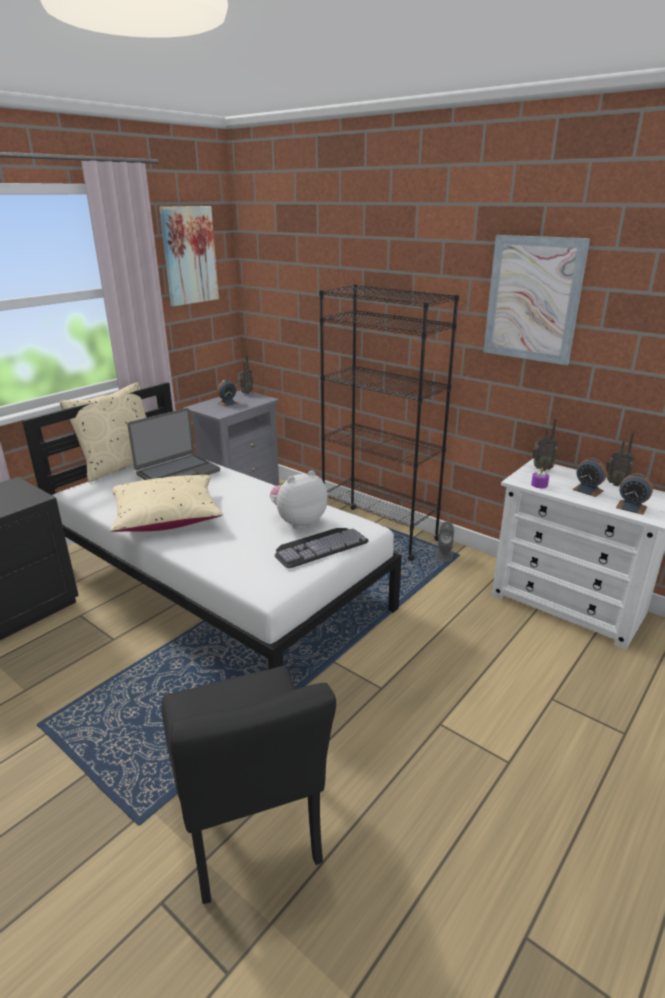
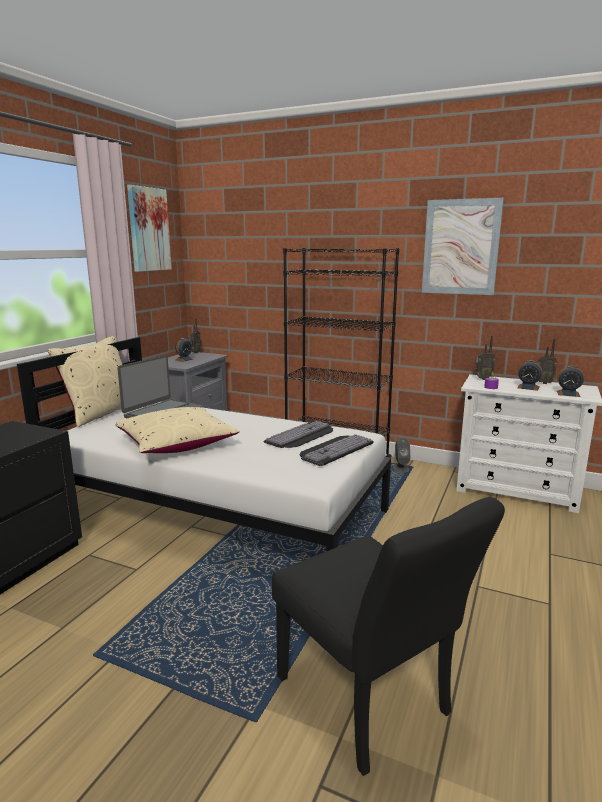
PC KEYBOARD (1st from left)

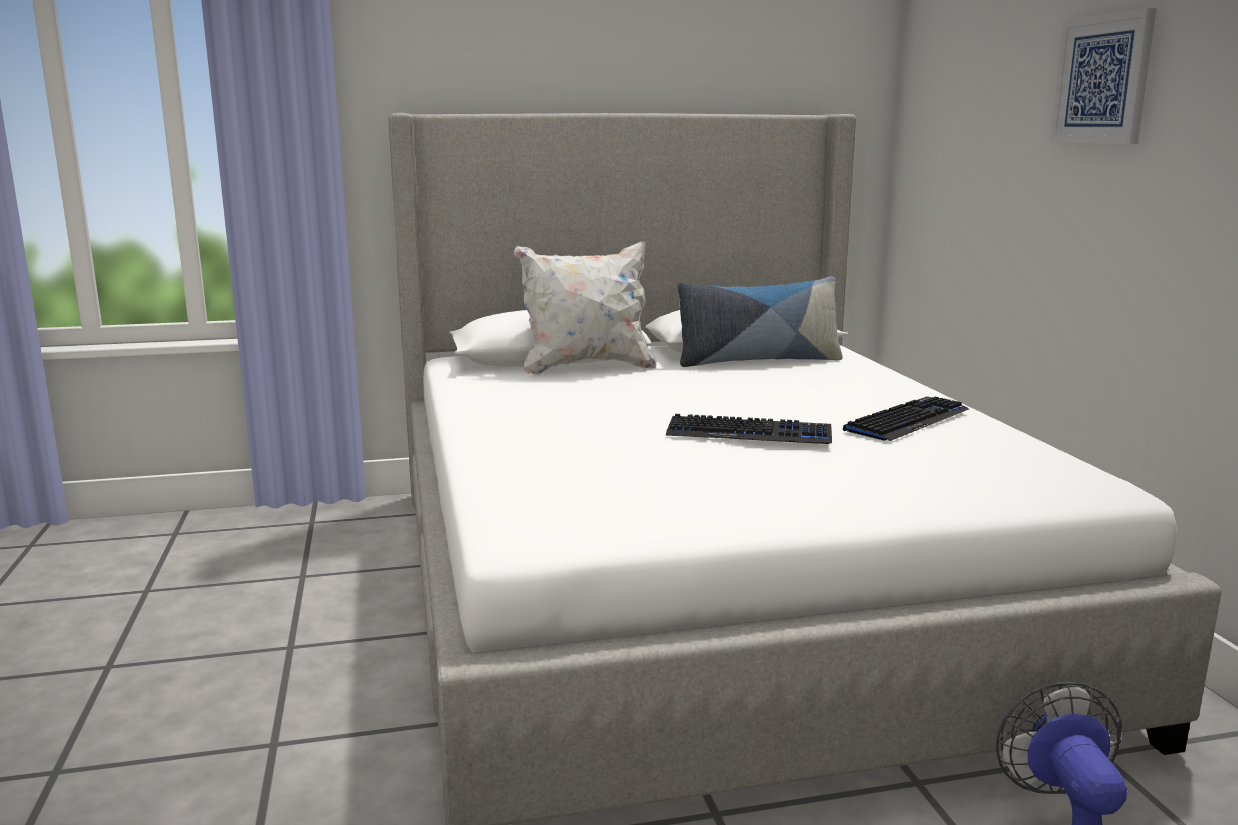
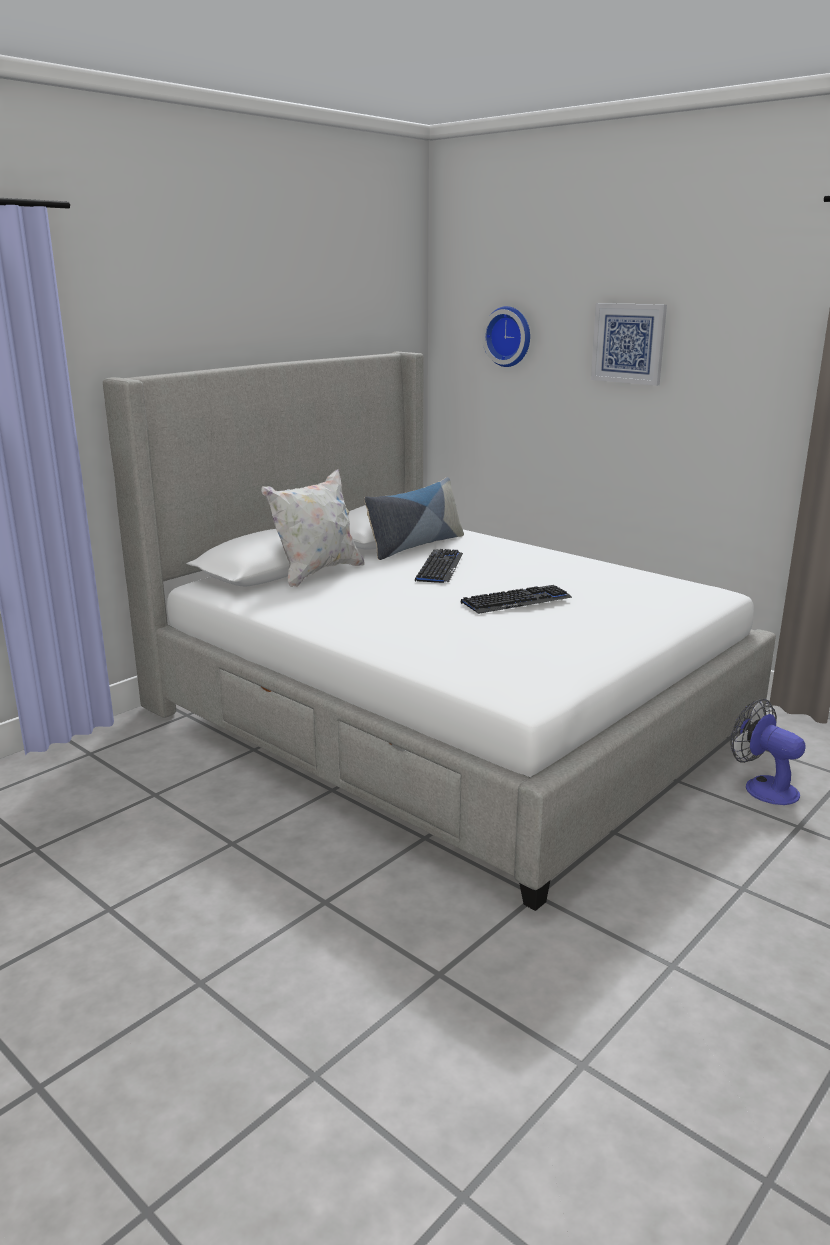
PC KEYBOARD (1st from left)
WALL CLOCK

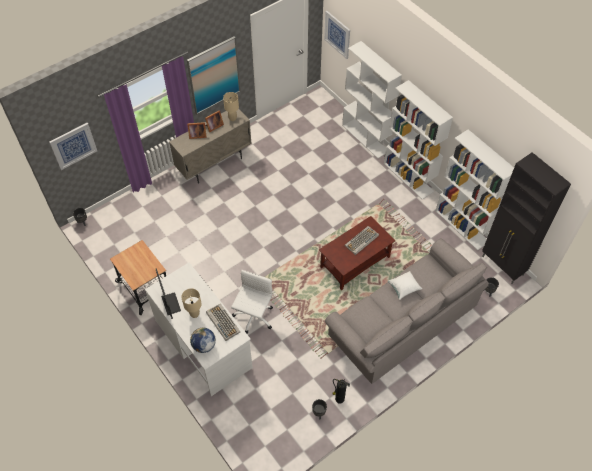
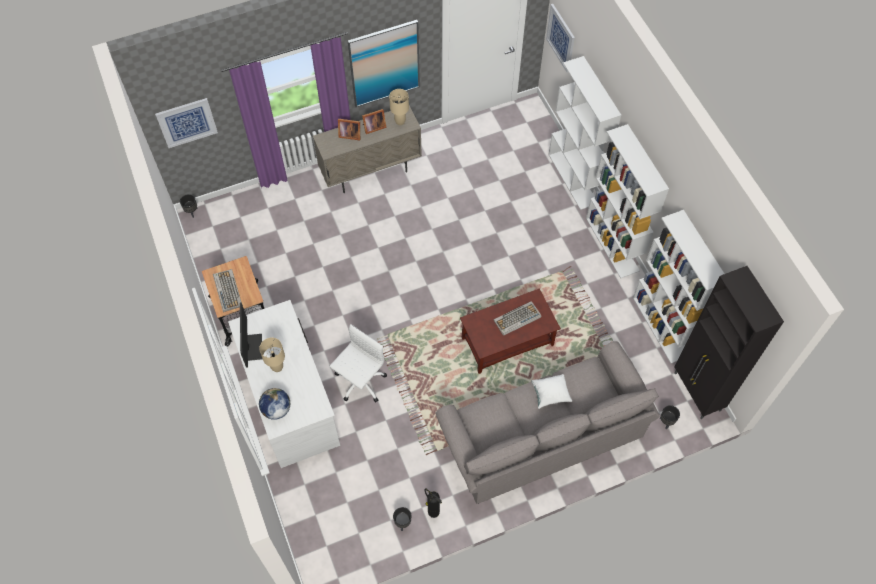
PC KEYBOARD (1st from left)

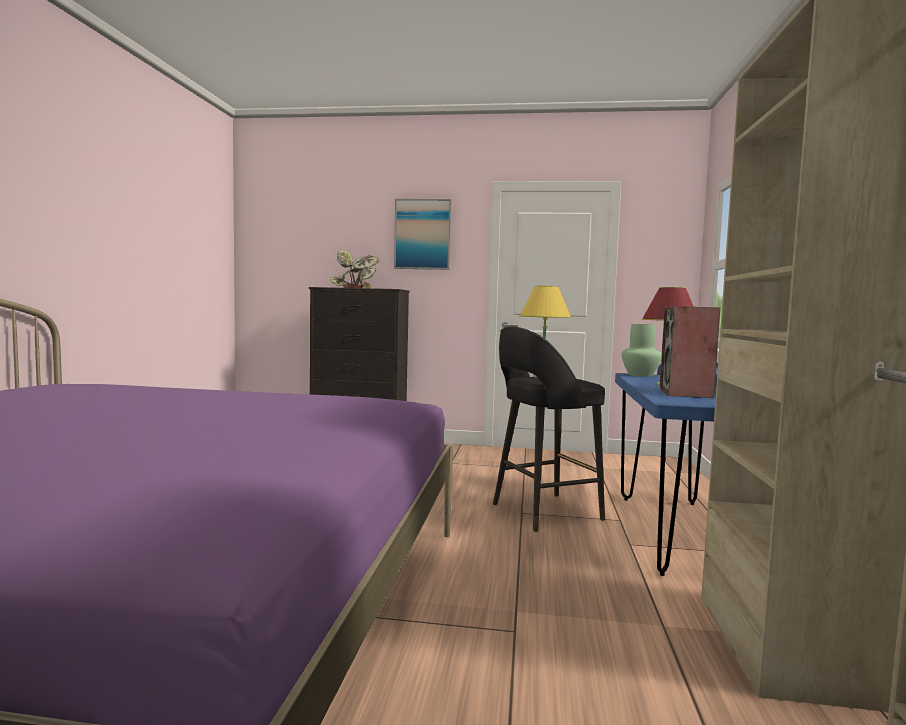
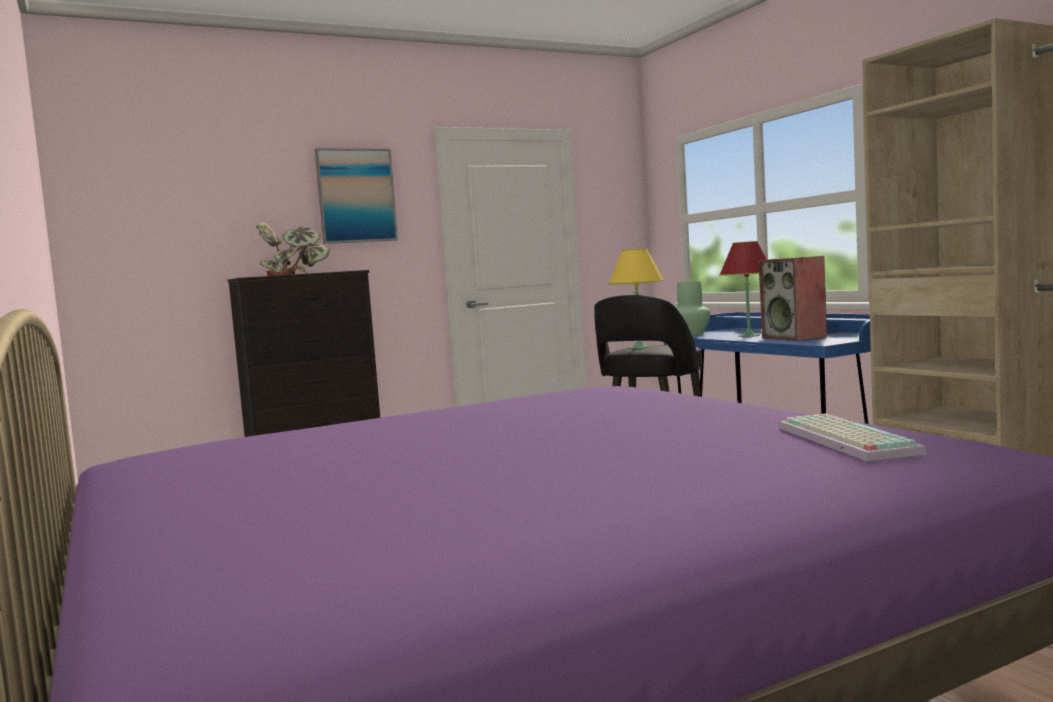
PC KEYBOARD

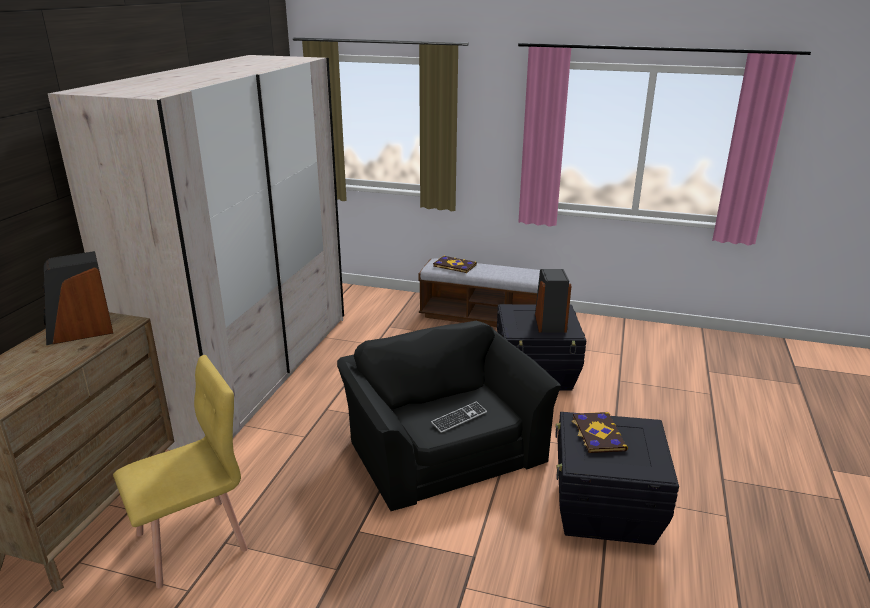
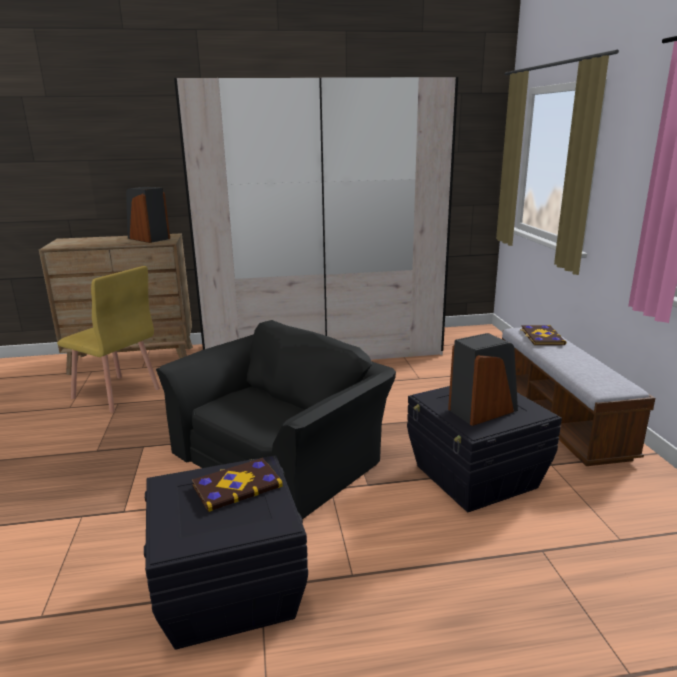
PC KEYBOARD

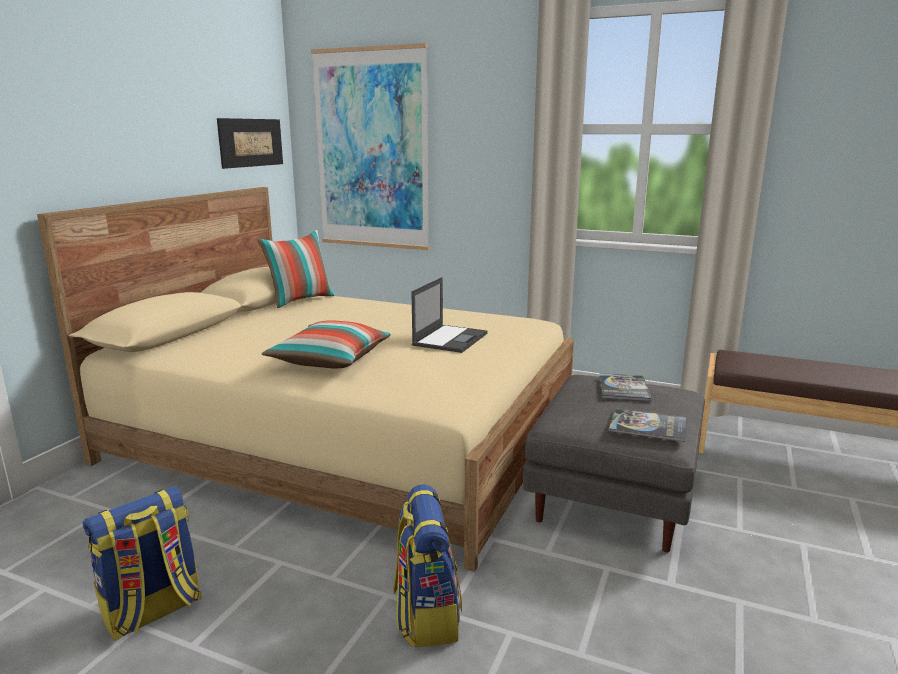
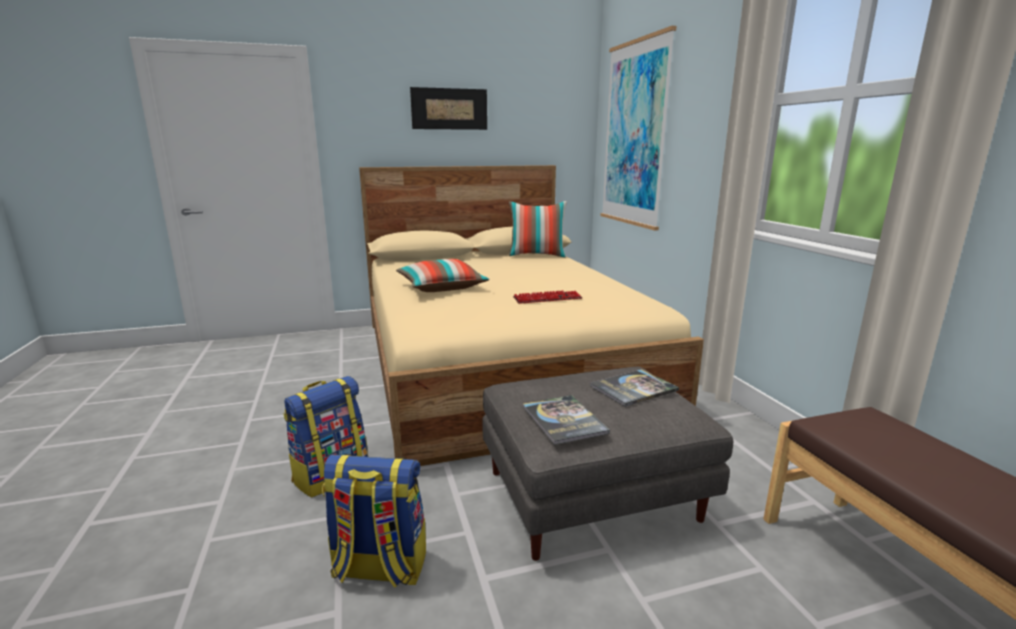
BACKPACK (2nd from left)
WALL PICTURE (1st from left)
PC KEYBOARD

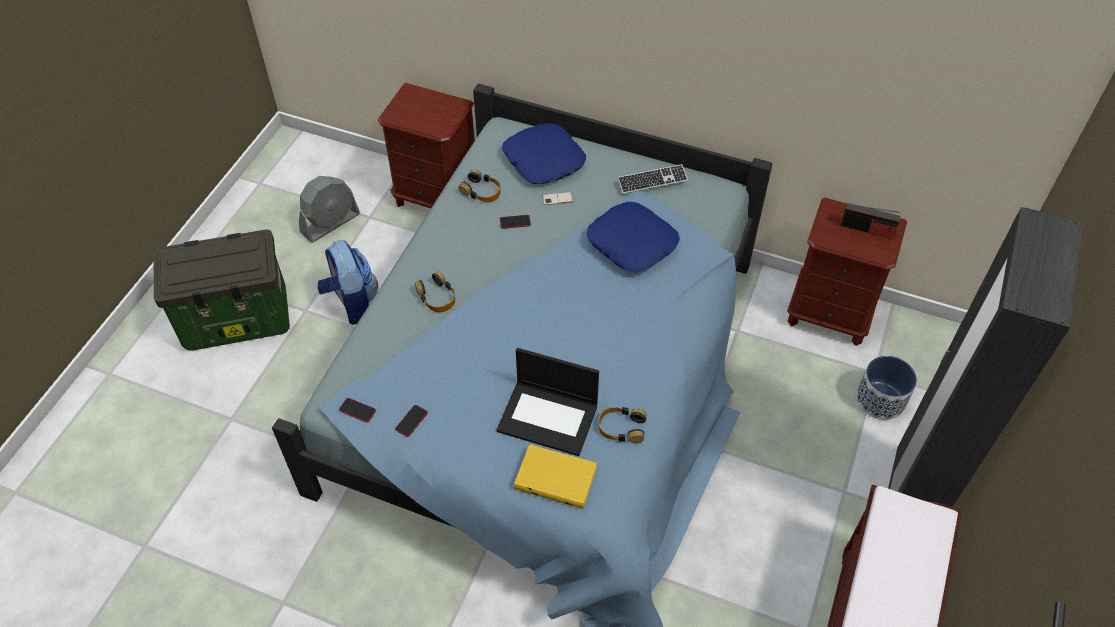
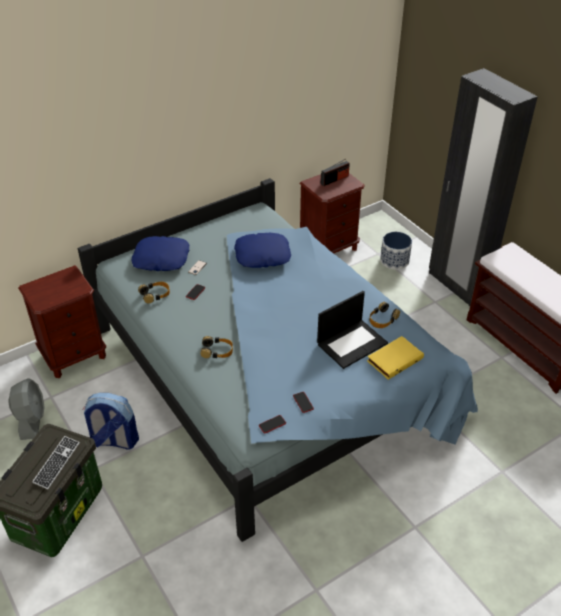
PC KEYBOARD

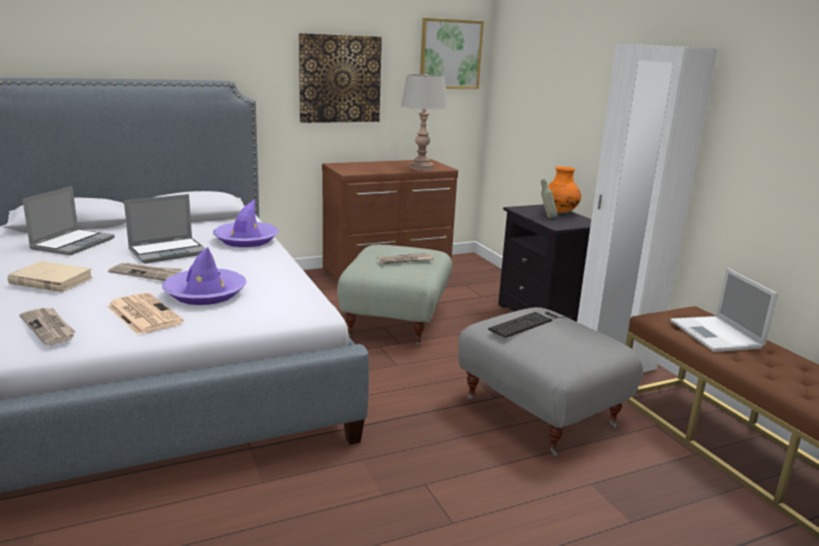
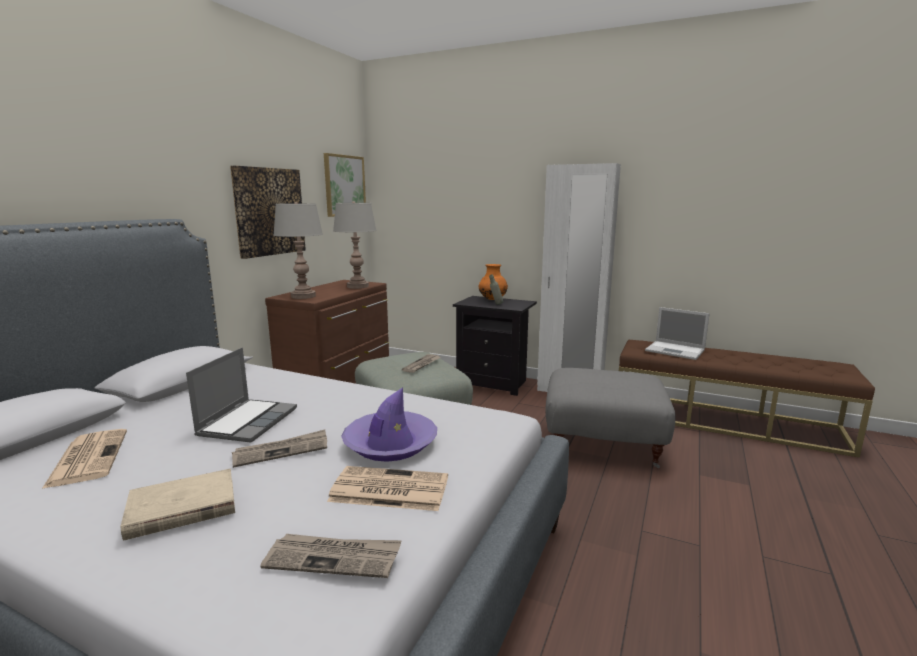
DAILY PAPER (1st from left)
PURPLE WEARABLE HAT (2nd from left in the first image)
PC KEYBOARD
GRAY TABLETOP LAMP (1st from left)

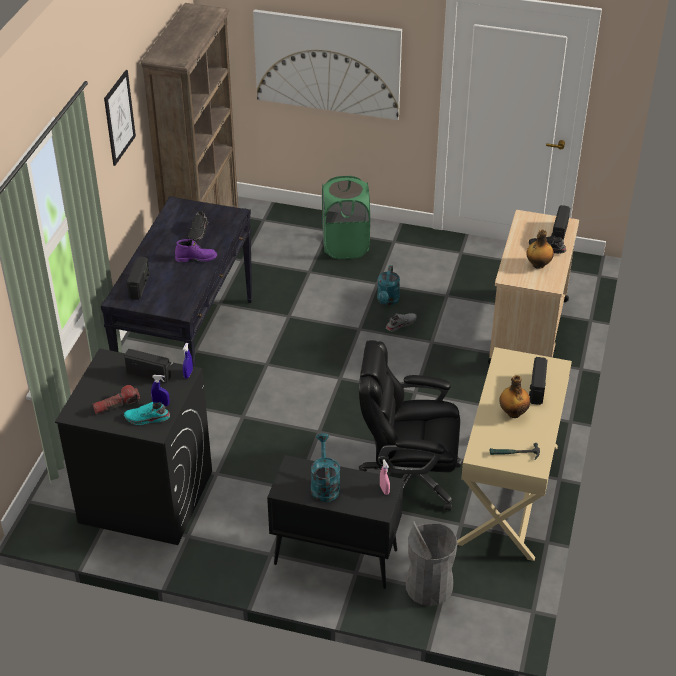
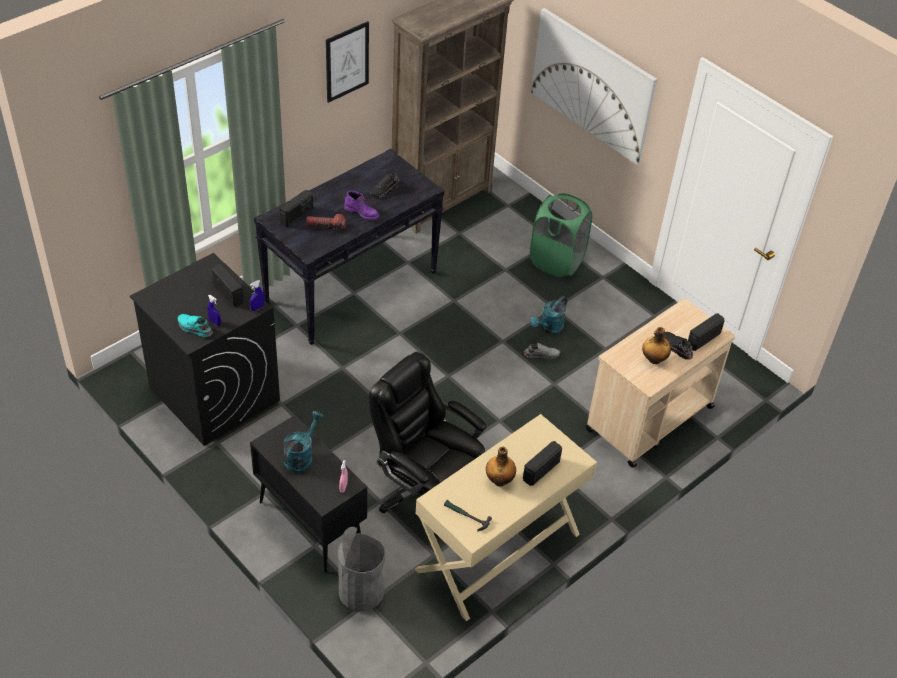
TORCH

